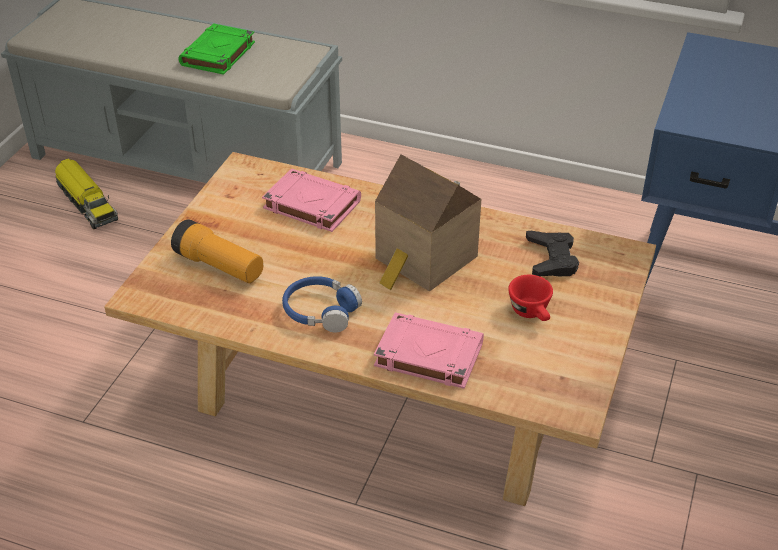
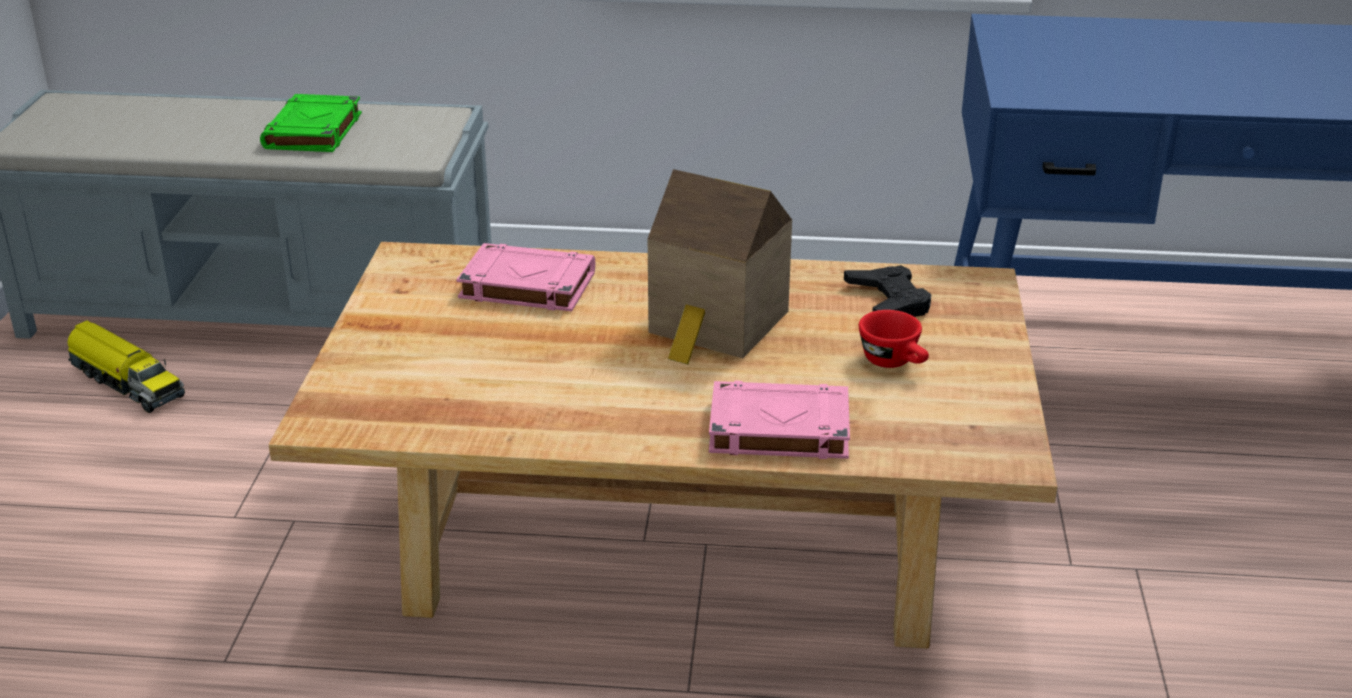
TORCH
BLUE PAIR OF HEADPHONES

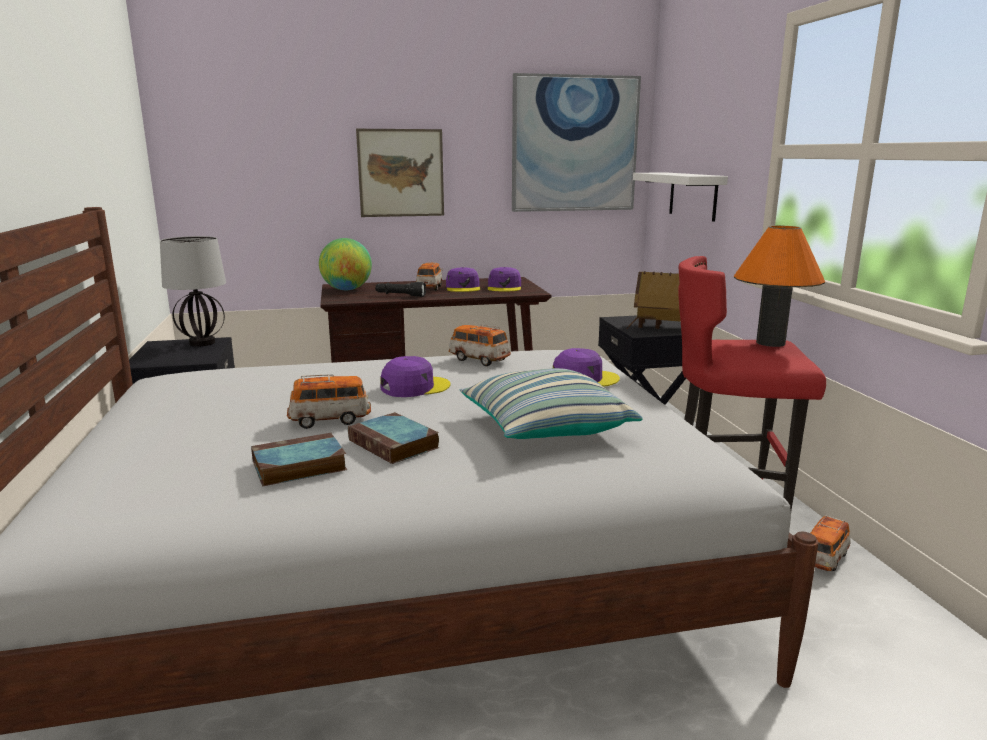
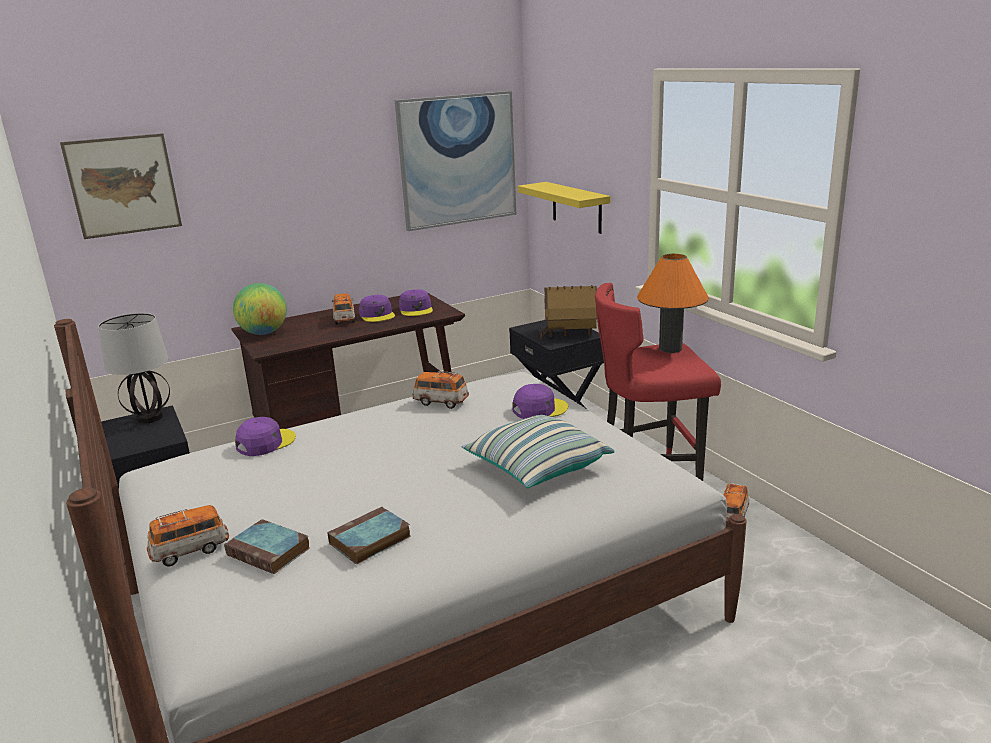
TOY CAR (1st from left)
VOLUME (1st from left)
WALL PICTURE (1st from left)
BLACK TORCH
PURPLE CAP (1st from left)
YELLOW-COLOURED WALL SHELF

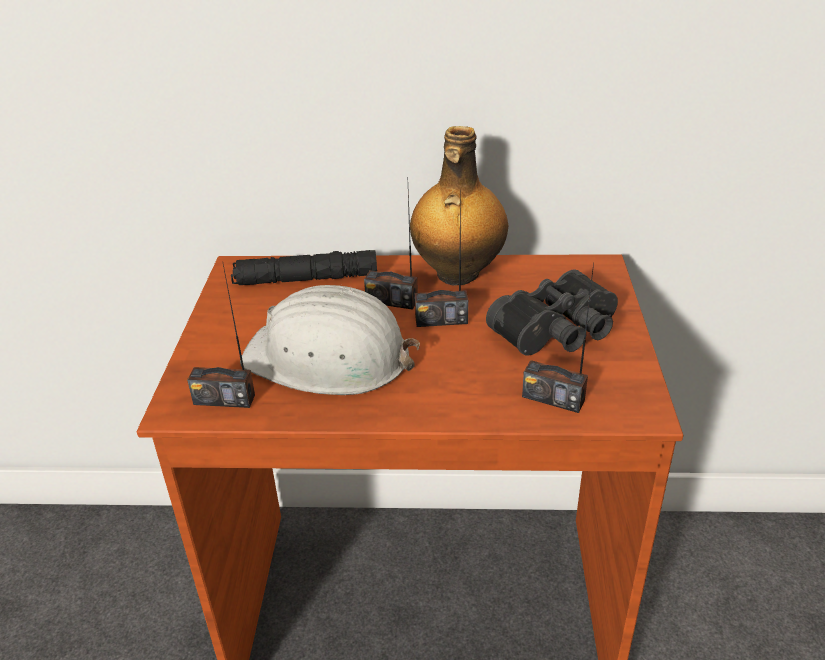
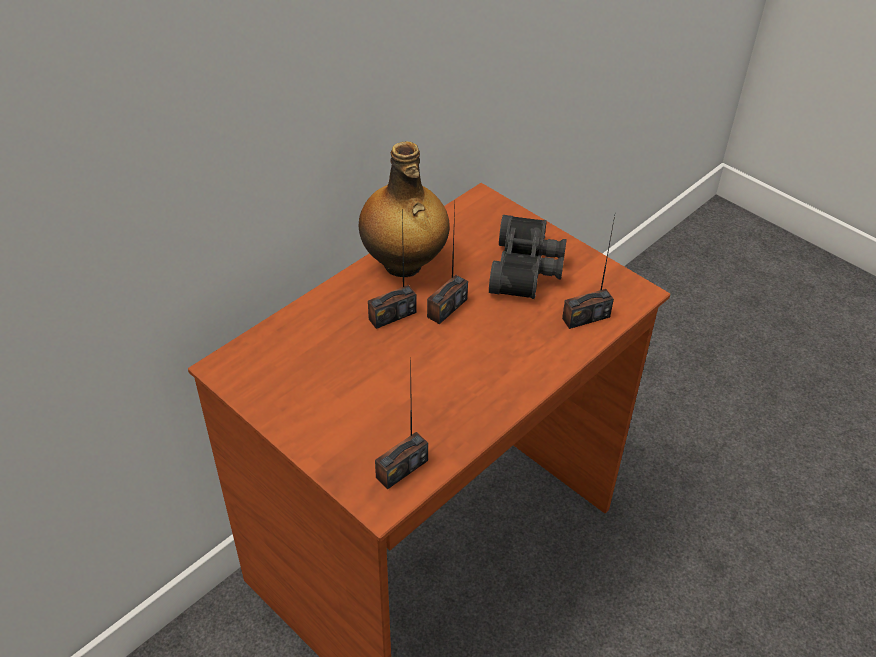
BLACK TORCH
WHITE SAFETY HELMET

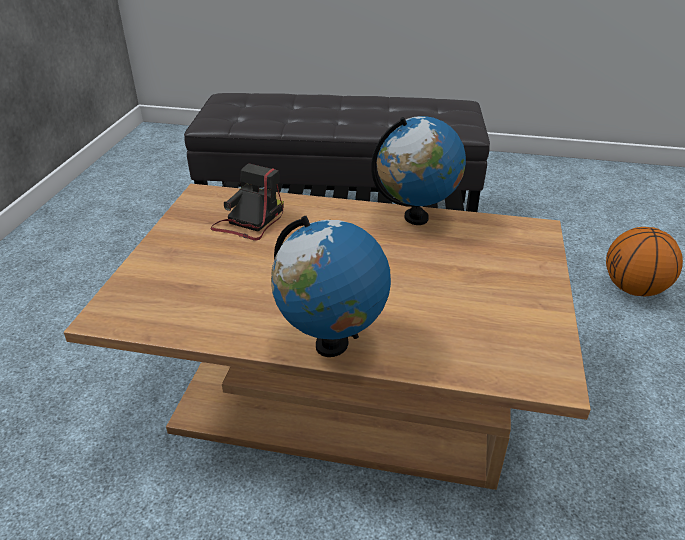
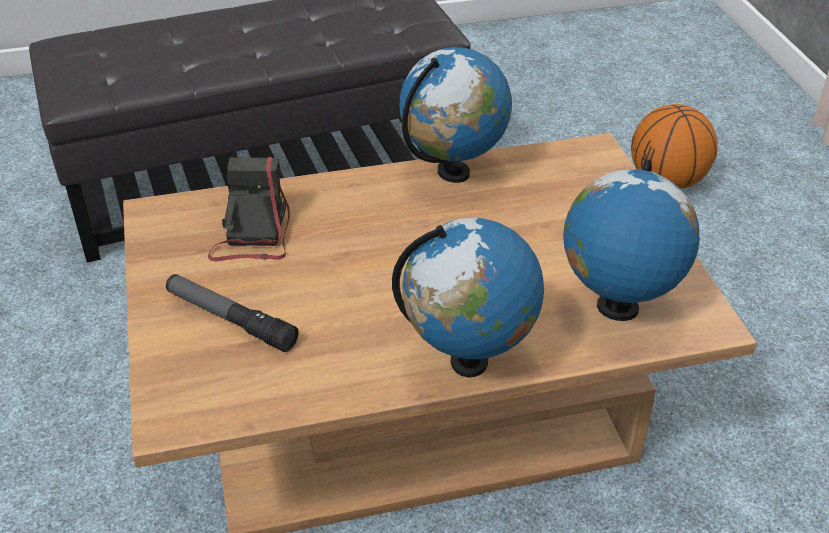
TORCH
WORLD GLOBE (3rd from left)

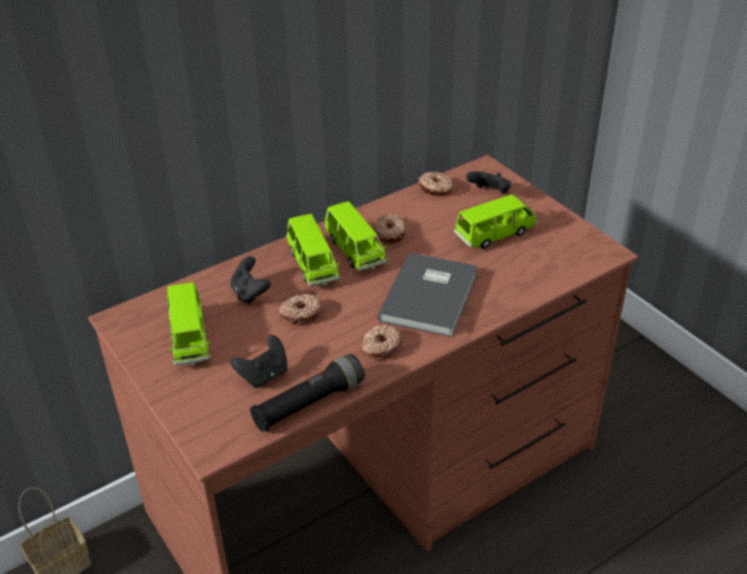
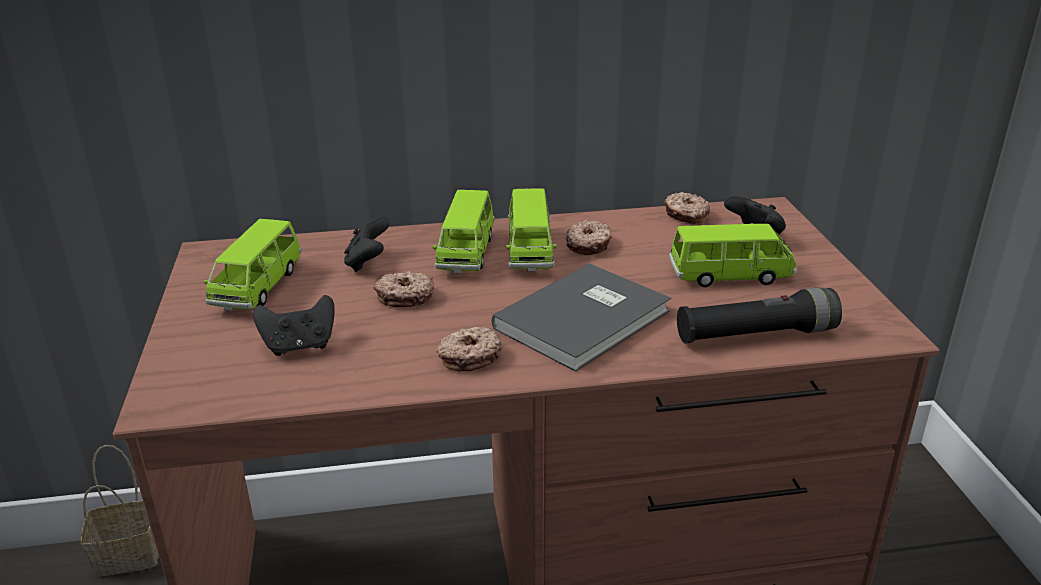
BLACK TORCH

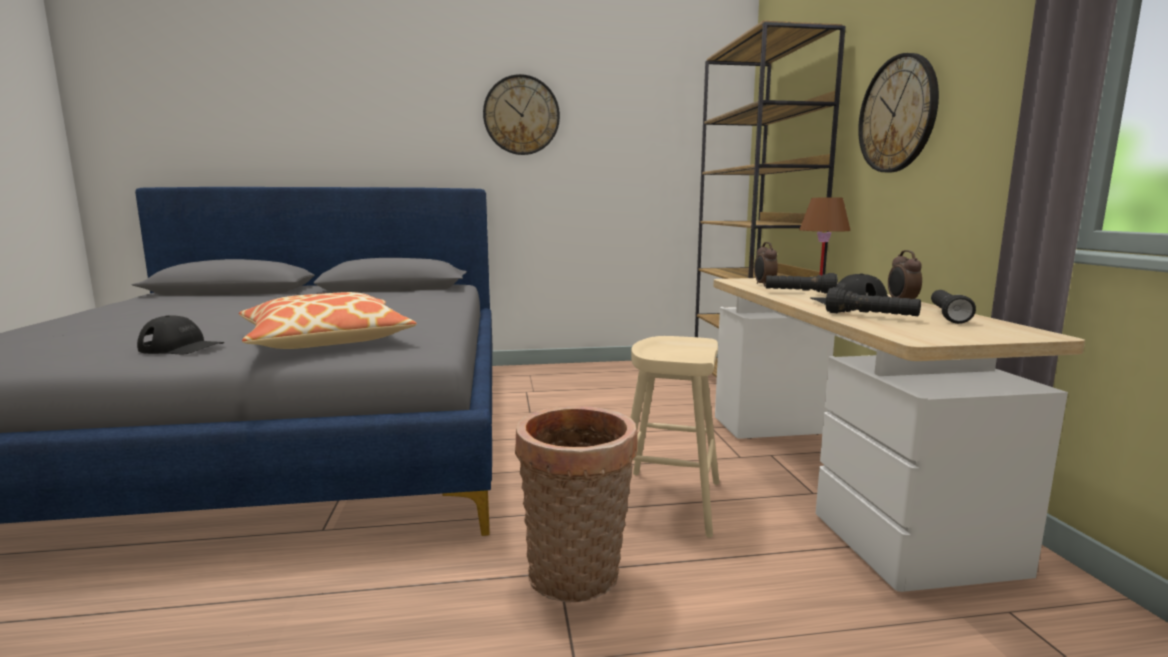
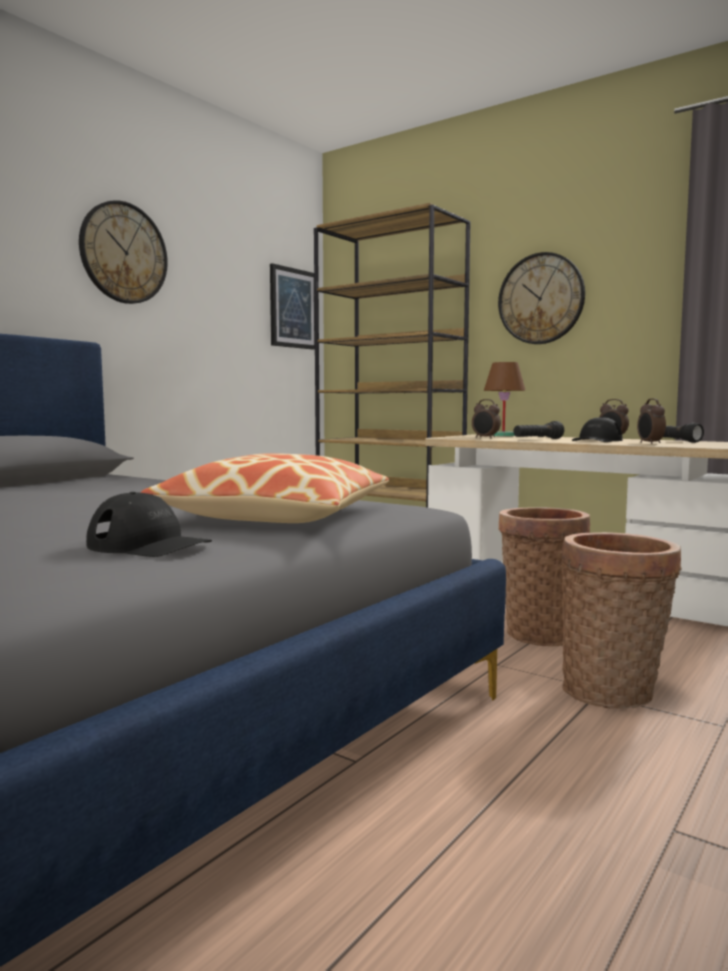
BLACK CAP (1st from left)
HOUSEHOLD BASKET (1st from left)
ALARM CLOCK (3rd from left)
WALL PICTURE

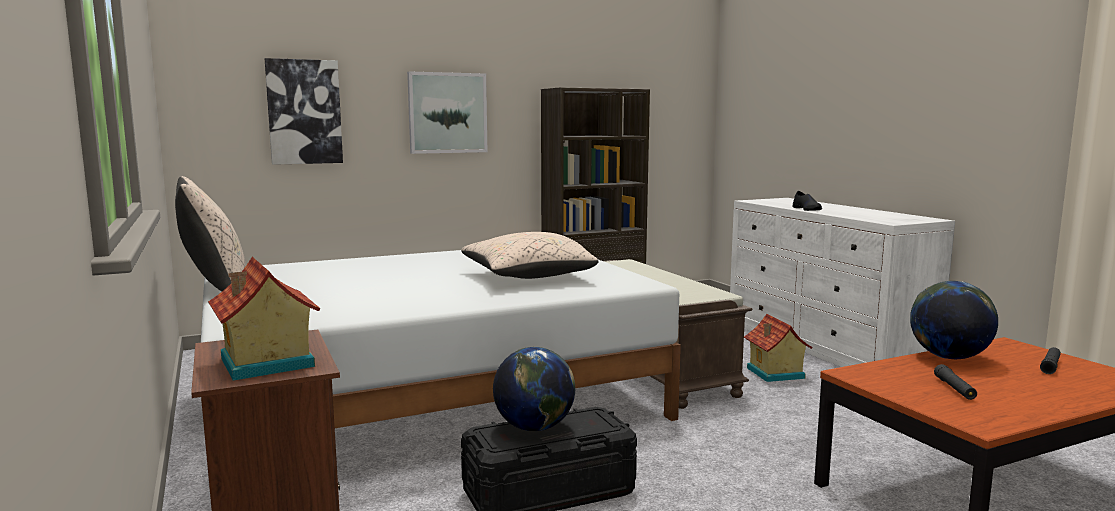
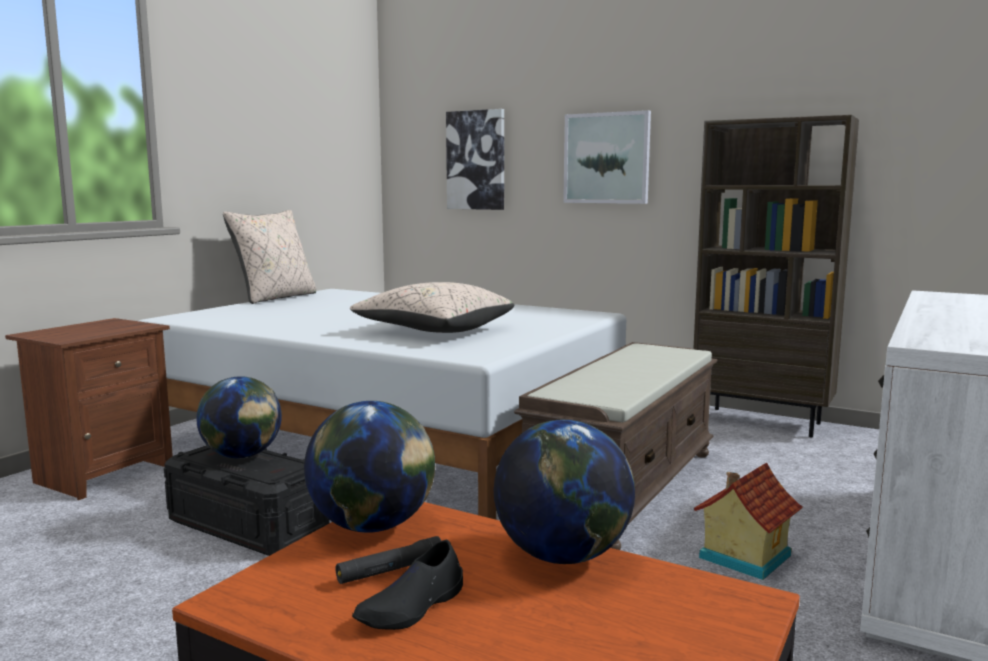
MODEL HOUSE (1st from left in the first image)
BLACK LOW SHOE
BLACK TORCH (2nd from left in the first image)
WORLD GLOBE (2nd from left)

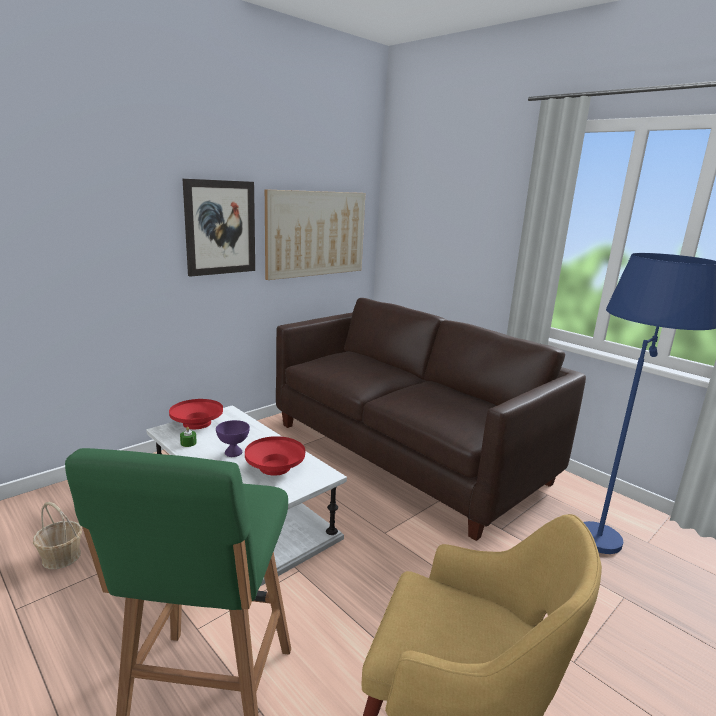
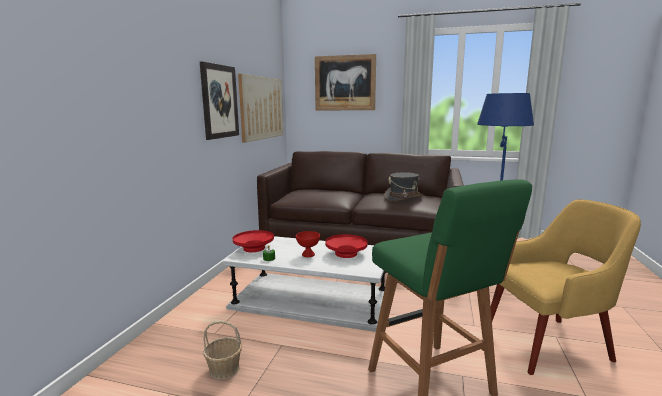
RED-COLOURED DEEP DISH (2nd from left)
WALL PICTURE (3rd from left)
GRAY WEARABLE HAT

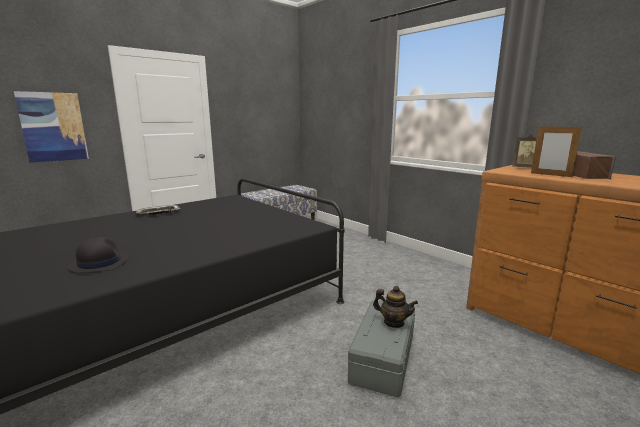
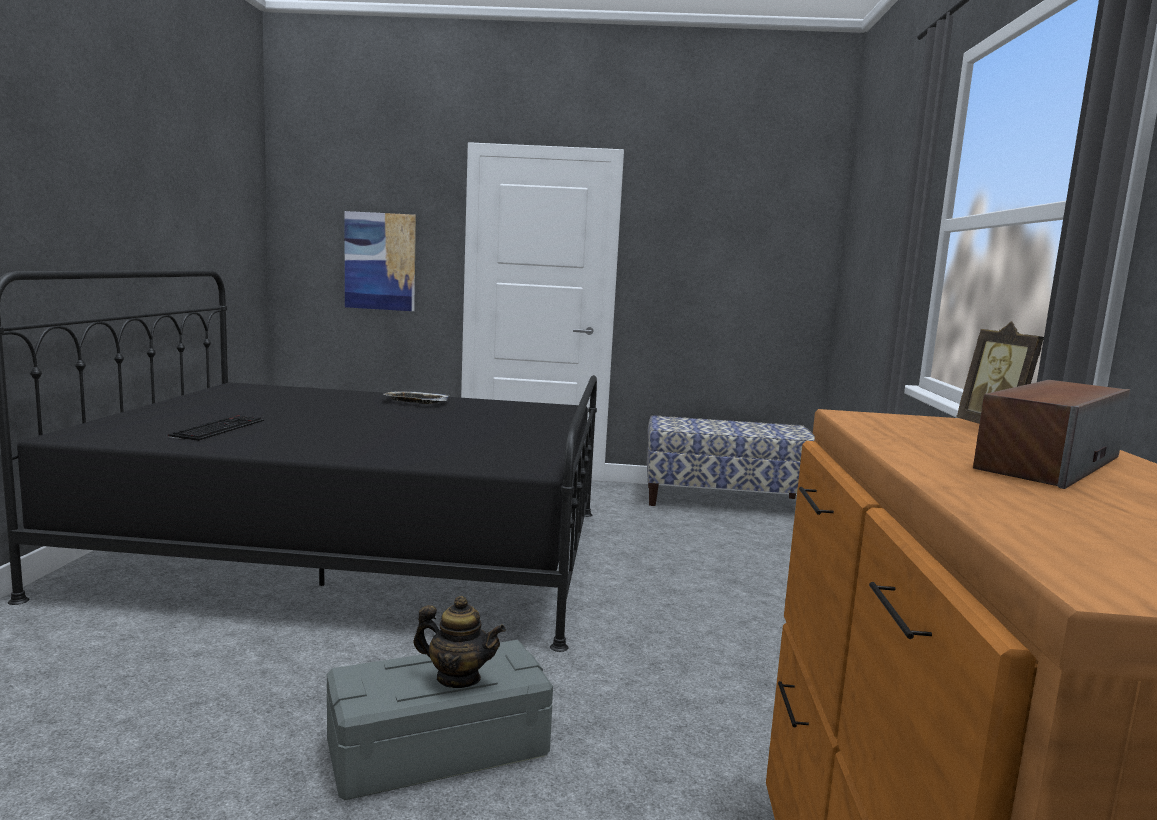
PC KEYBOARD
TEA POT
PICTURE FRAME (2nd from left in the first image)

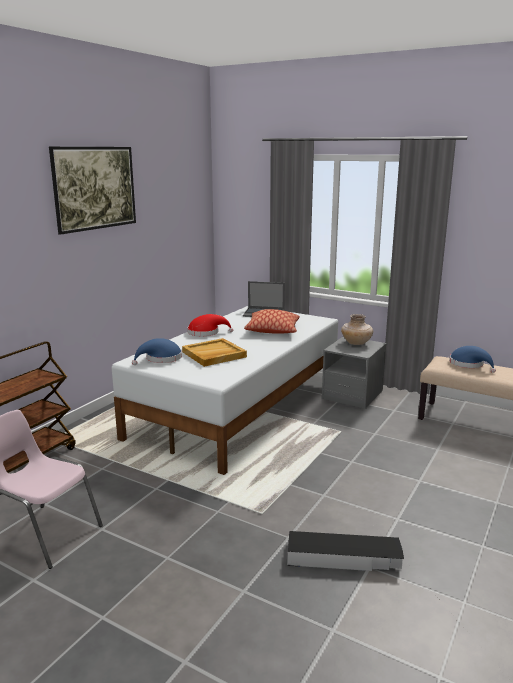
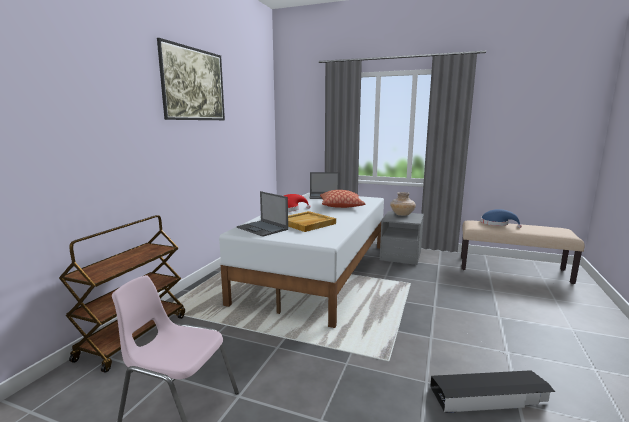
PORTABLE COMPUTER (1st from left)

